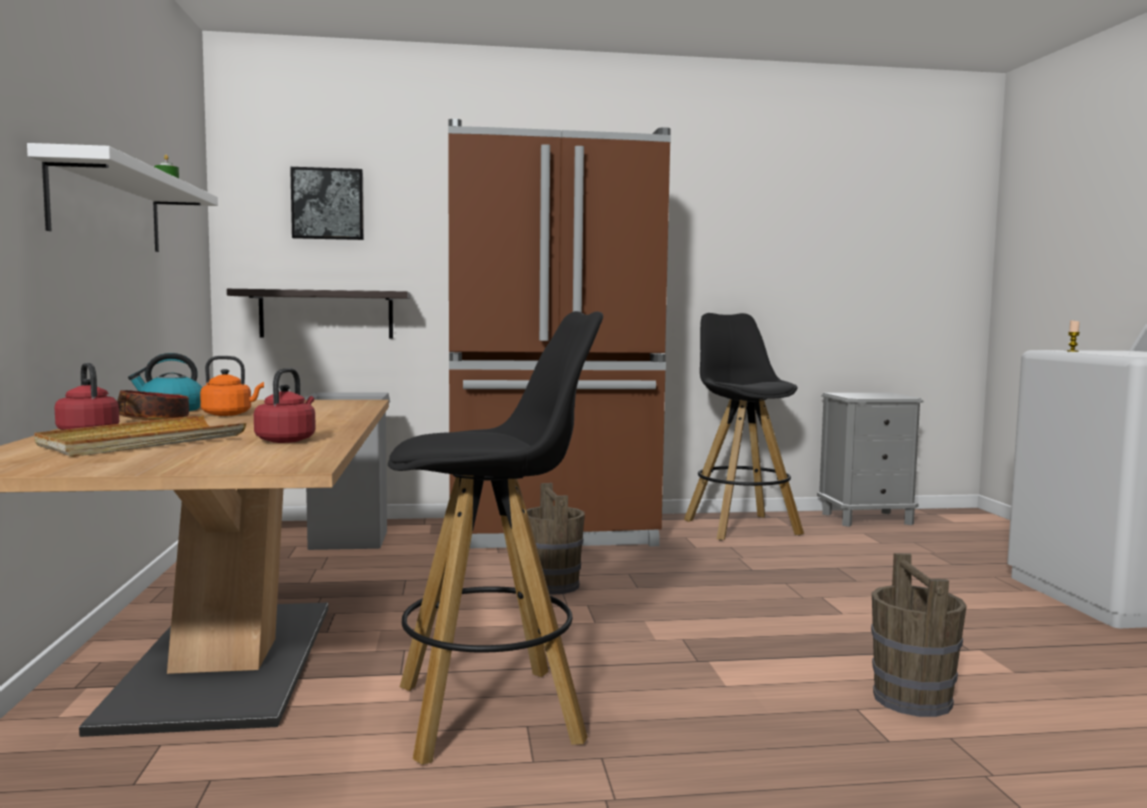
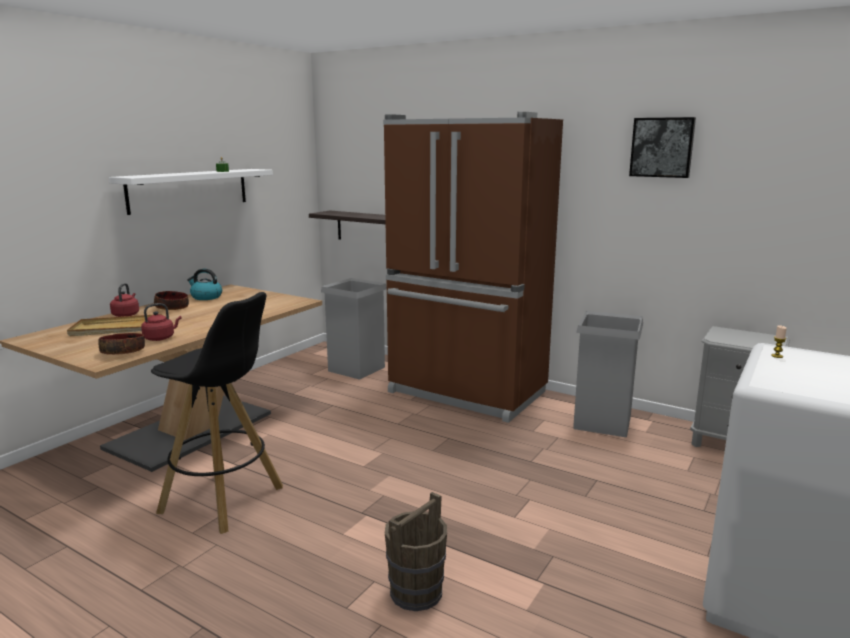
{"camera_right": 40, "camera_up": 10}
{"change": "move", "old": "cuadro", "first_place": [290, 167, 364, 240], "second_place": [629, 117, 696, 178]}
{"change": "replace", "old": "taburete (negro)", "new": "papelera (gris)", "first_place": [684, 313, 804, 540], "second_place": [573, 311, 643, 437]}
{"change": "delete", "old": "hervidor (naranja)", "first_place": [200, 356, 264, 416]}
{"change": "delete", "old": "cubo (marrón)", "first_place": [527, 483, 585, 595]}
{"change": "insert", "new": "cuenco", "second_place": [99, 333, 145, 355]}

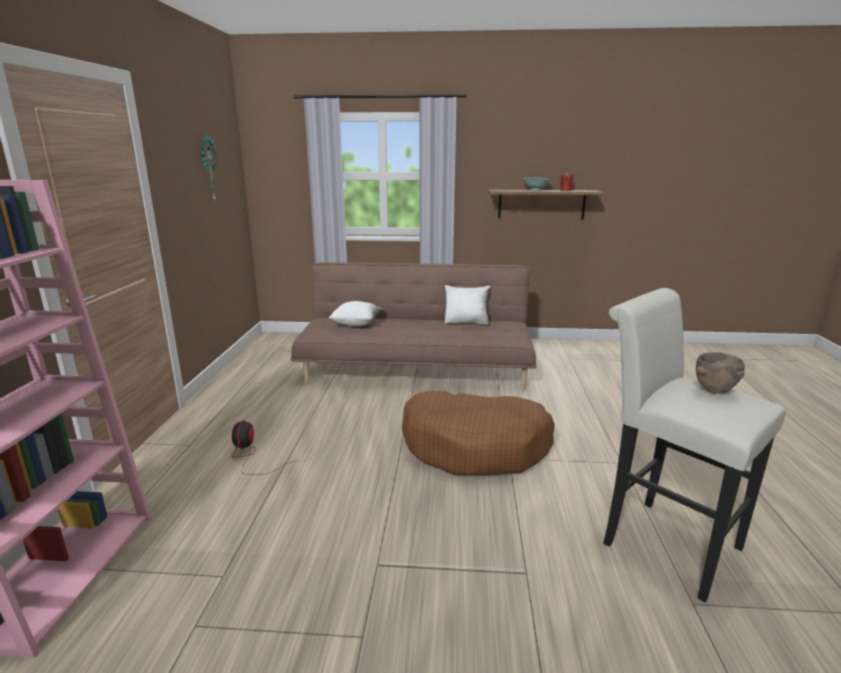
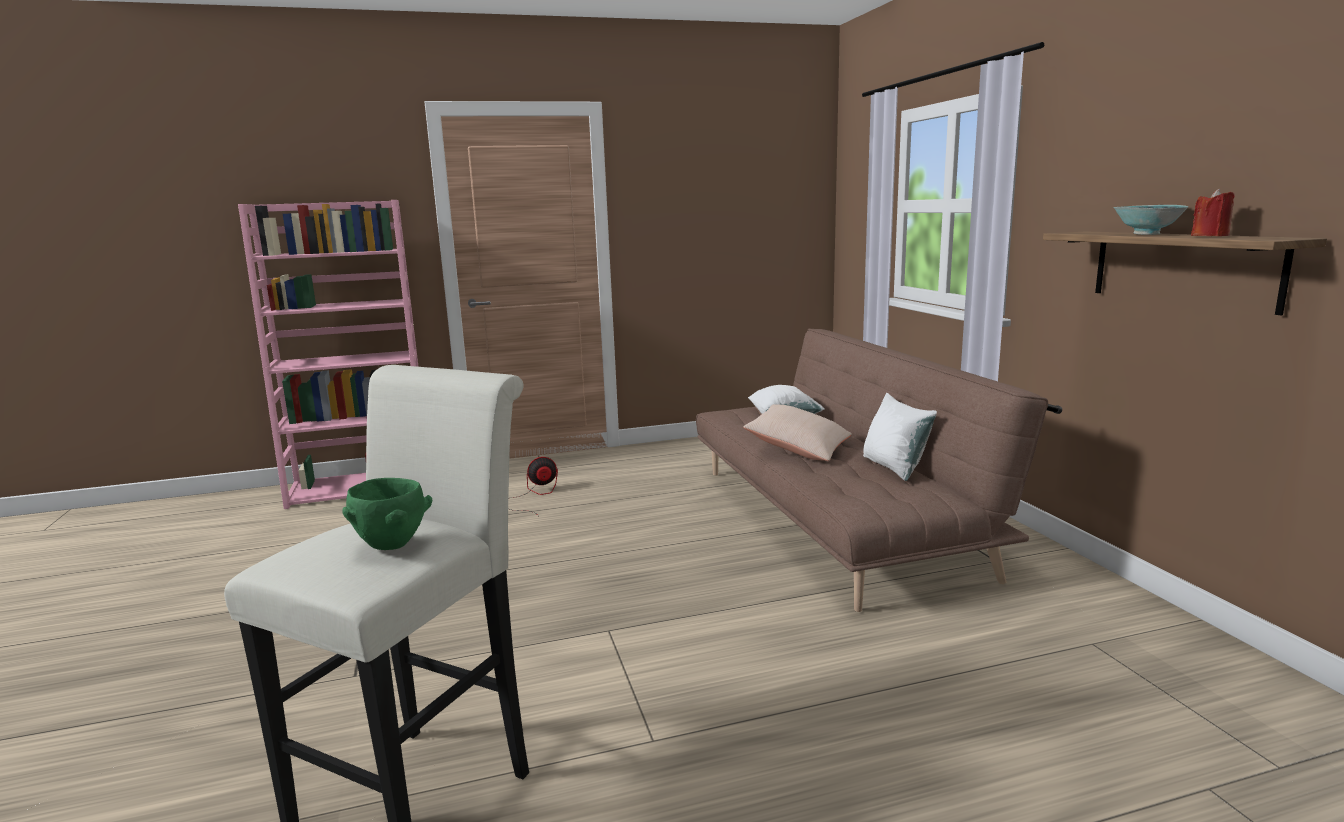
{"camera_right": 70, "camera_up": -5}
{"change": "delete", "old": "reloj de pared", "first_place": [200, 134, 217, 201]}
{"change": "recolor", "old": "cuenco (marrón)", "new": "cuenco (verde)", "first_place": [696, 352, 745, 394], "second_place": [342, 478, 432, 550]}
{"change": "delete", "old": "cama para perro (marrón)", "first_place": [402, 391, 555, 476]}
{"change": "insert", "new": "cojín (beis)", "second_place": [743, 404, 852, 461]}

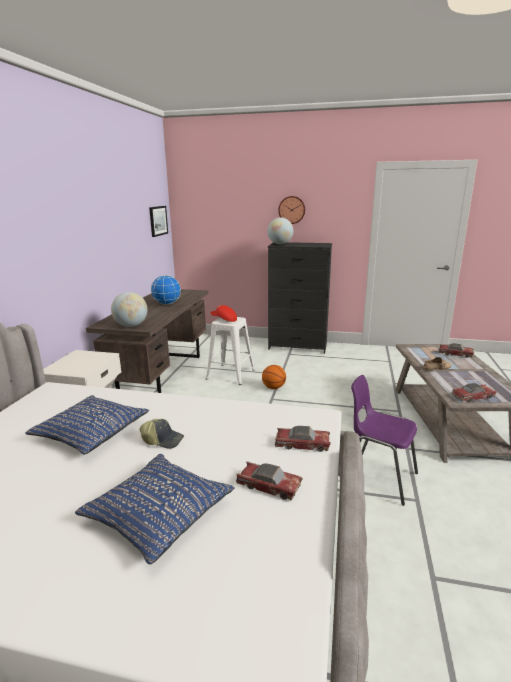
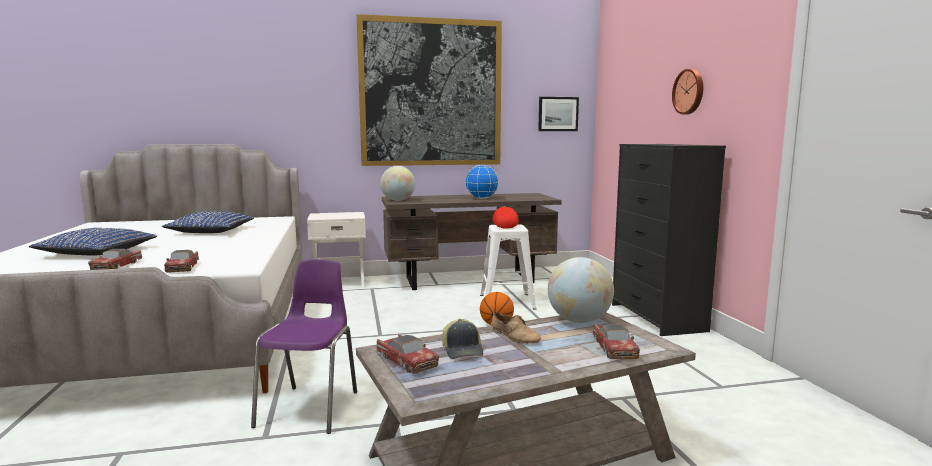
{"camera_right": 65, "camera_up": -10}
{"change": "move", "old": "globo terráqueo", "first_place": [267, 217, 293, 245], "second_place": [548, 257, 614, 323]}
{"change": "move", "old": "gorra", "first_place": [140, 419, 184, 449], "second_place": [442, 319, 483, 359]}
{"change": "insert", "new": "cuadro", "second_place": [357, 14, 502, 166]}

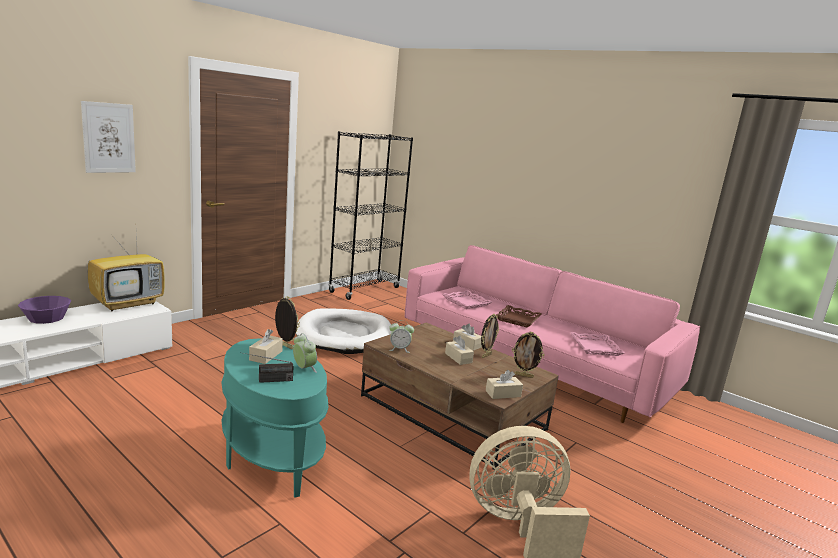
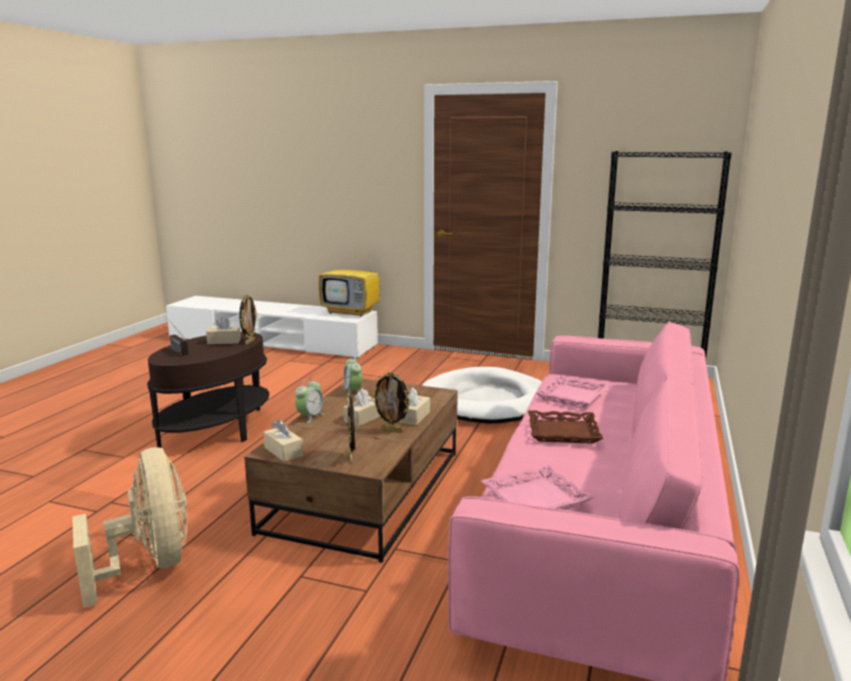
{"camera_right": 70, "camera_up": 0}
{"change": "delete", "old": "cuadro", "first_place": [81, 101, 136, 173]}
{"change": "delete", "old": "cuenco (morado)", "first_place": [18, 296, 71, 324]}
{"change": "move", "old": "despertador", "first_place": [293, 333, 317, 373], "second_place": [295, 378, 324, 423]}
{"change": "recolor", "old": "mesa auxiliar (turquesa)", "new": "mesa auxiliar (marrón)", "first_place": [222, 338, 328, 498], "second_place": [147, 331, 269, 448]}

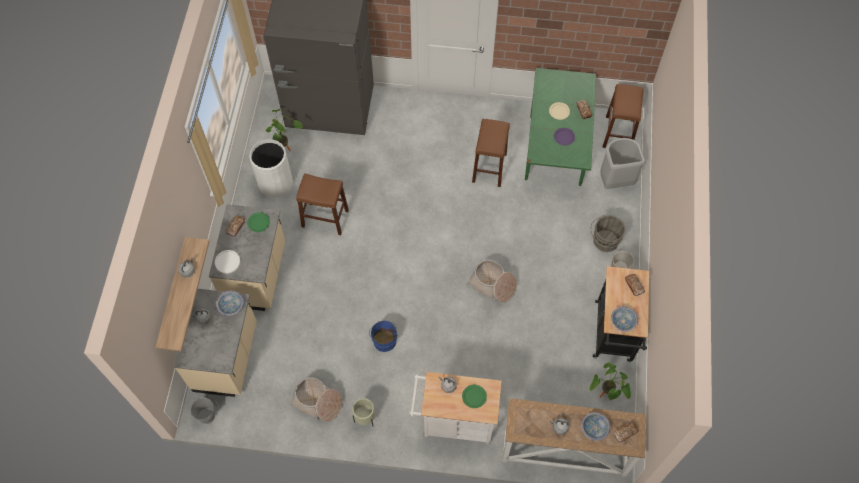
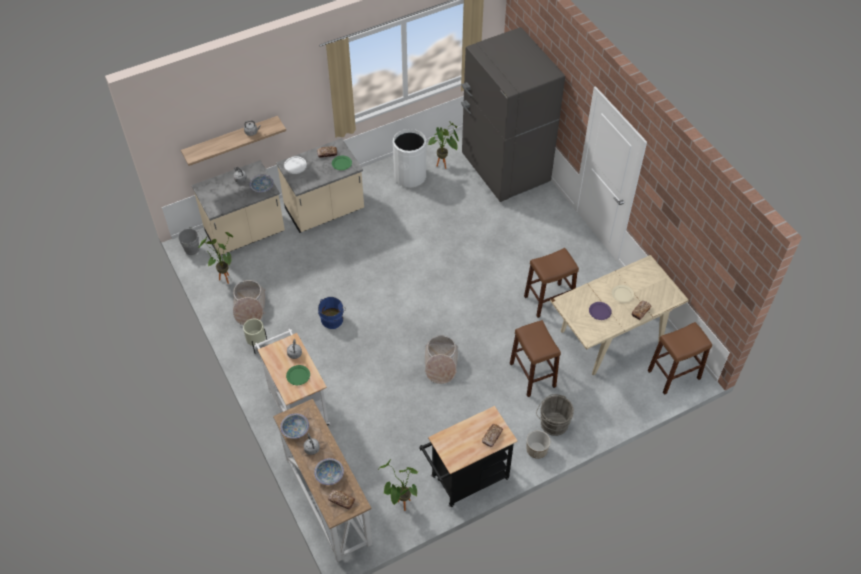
{"camera_right": 55, "camera_up": -10}
{"change": "recolor", "old": "mesa de comedor (verde)", "new": "mesa de comedor (beis)", "first_place": [525, 68, 596, 186], "second_place": [550, 255, 689, 375]}
{"change": "delete", "old": "papelera (gris)", "first_place": [600, 138, 645, 189]}
{"change": "move", "old": "taburete (marrón)", "first_place": [296, 173, 349, 235], "second_place": [510, 320, 561, 397]}
{"change": "move", "old": "cuenco", "first_place": [611, 306, 638, 332], "second_place": [280, 414, 309, 439]}
{"change": "insert", "new": "planta en maceta", "second_place": [198, 232, 233, 284]}

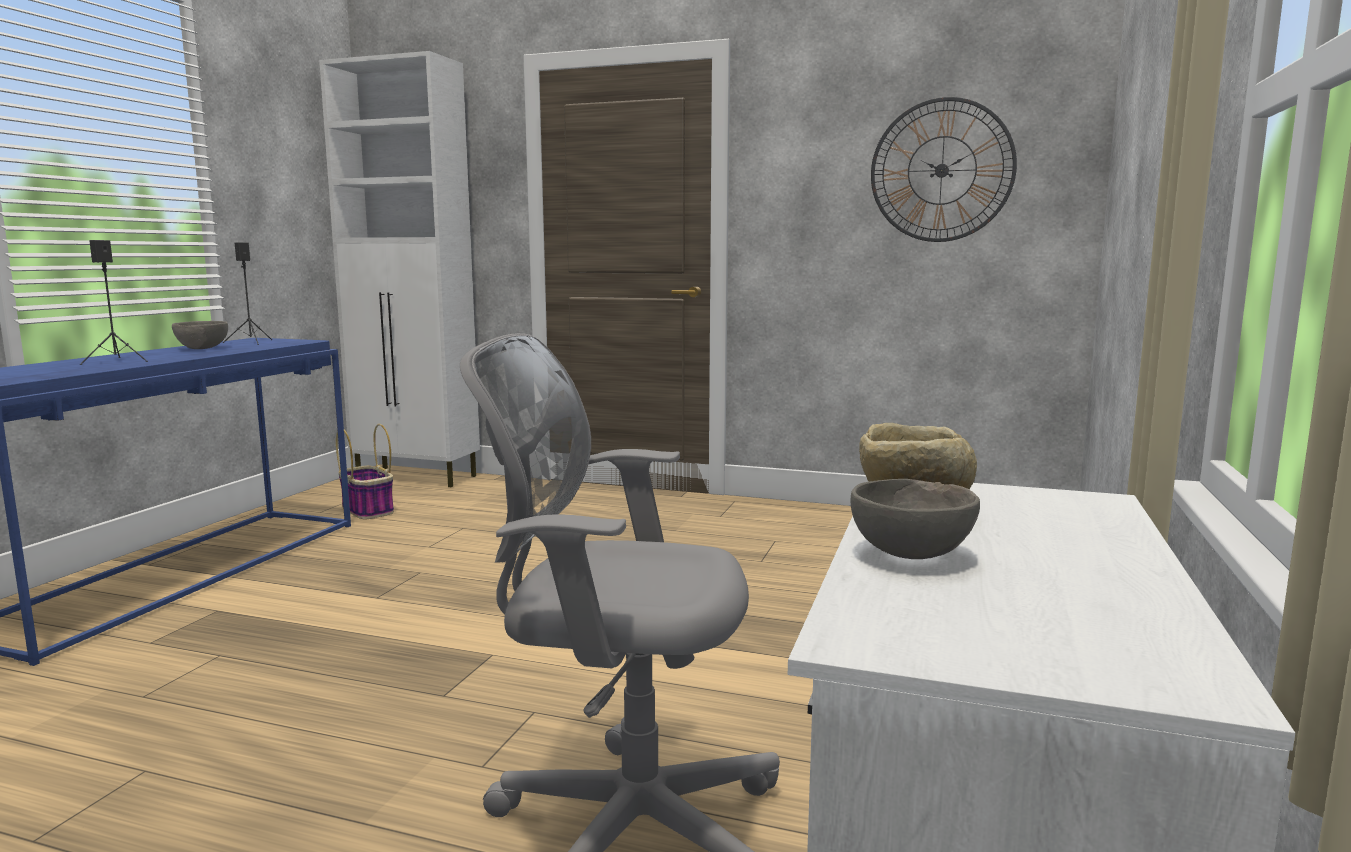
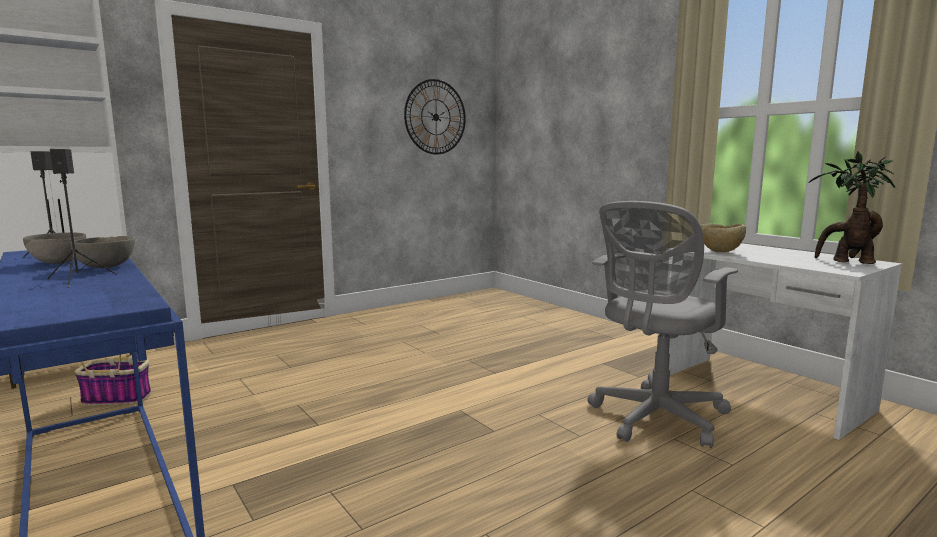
{"camera_right": -55, "camera_up": 0}
{"change": "move", "old": "cuenco (gris)", "first_place": [851, 479, 980, 559], "second_place": [70, 236, 135, 268]}
{"change": "insert", "new": "planta en maceta", "second_place": [808, 151, 895, 264]}

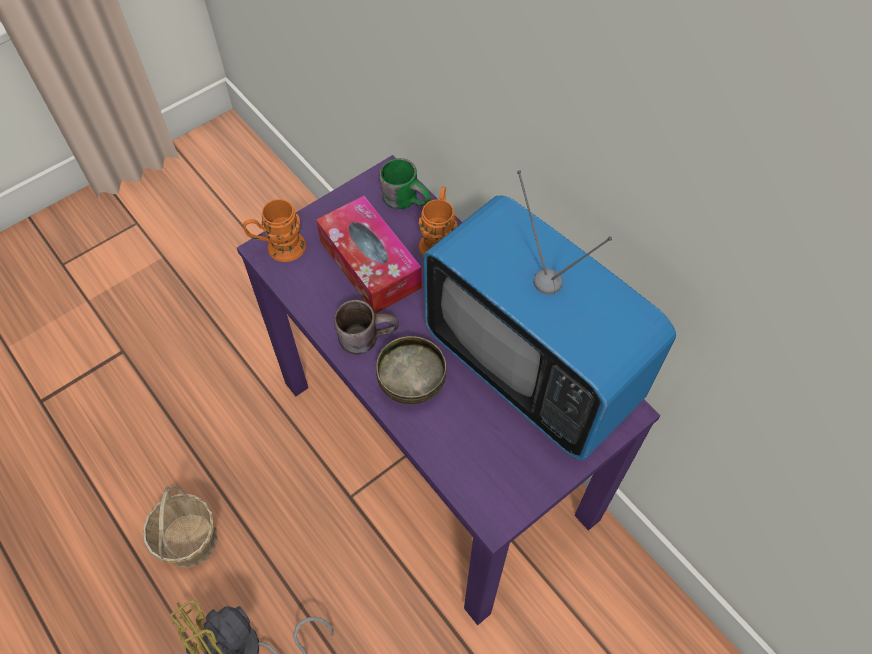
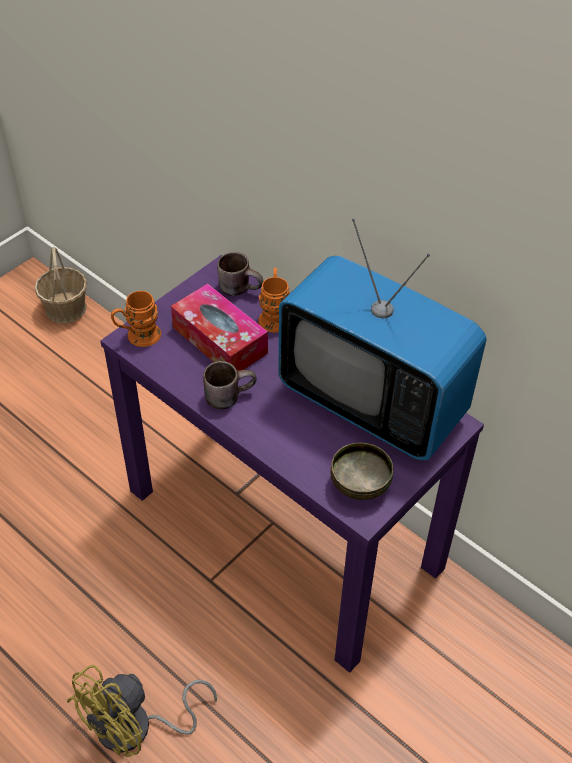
{"camera_right": -10, "camera_up": -10}
{"change": "recolor", "old": "taza grande (verde)", "new": "taza grande (marrón)", "first_place": [379, 158, 431, 209], "second_place": [217, 252, 264, 296]}
{"change": "move", "old": "cuenco", "first_place": [376, 336, 446, 404], "second_place": [331, 443, 393, 500]}
{"change": "move", "old": "cesta", "first_place": [143, 486, 218, 568], "second_place": [35, 247, 87, 323]}

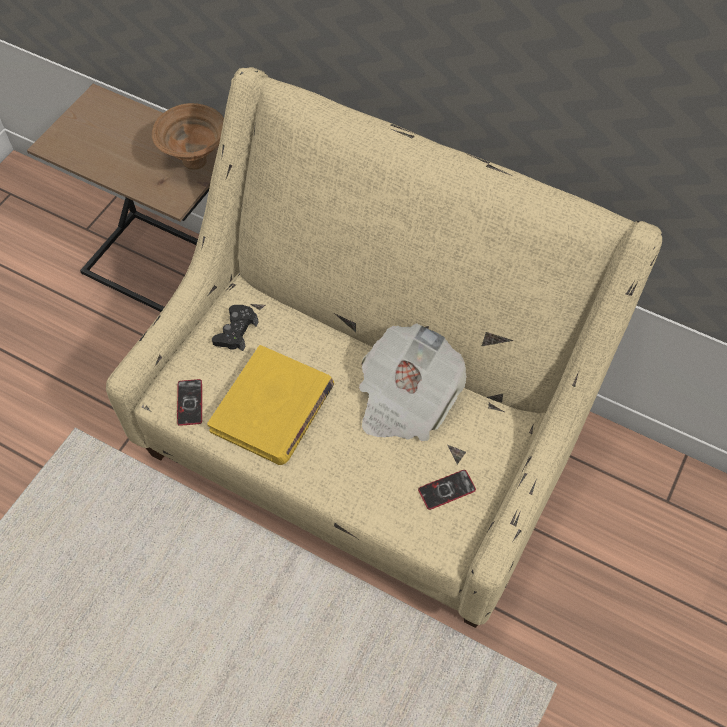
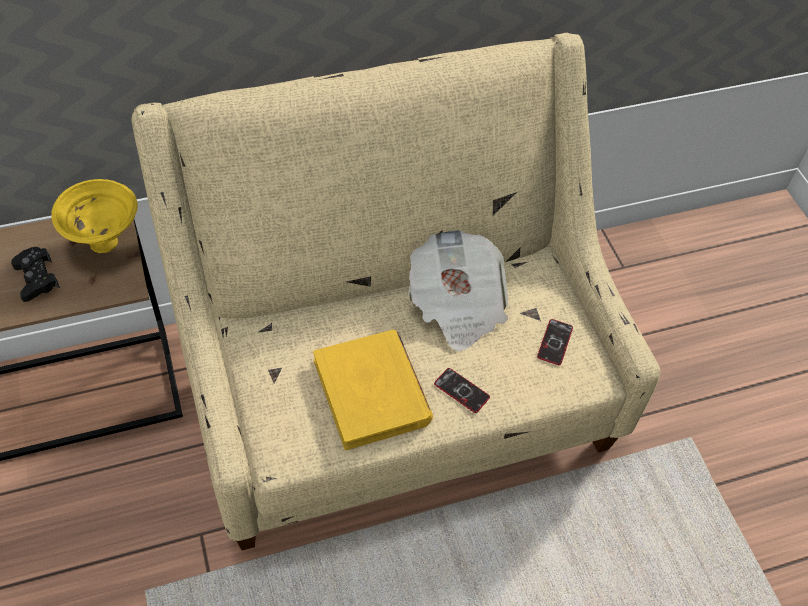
{"camera_right": -50, "camera_up": -5}
{"change": "recolor", "old": "cuenco (marrón)", "new": "cuenco (amarillo)", "first_place": [152, 103, 224, 170], "second_place": [51, 179, 138, 253]}
{"change": "move", "old": "mando de consola (negro)", "first_place": [212, 305, 259, 351], "second_place": [11, 247, 60, 302]}
{"change": "move", "old": "móvil", "first_place": [177, 379, 202, 426], "second_place": [434, 368, 490, 413]}

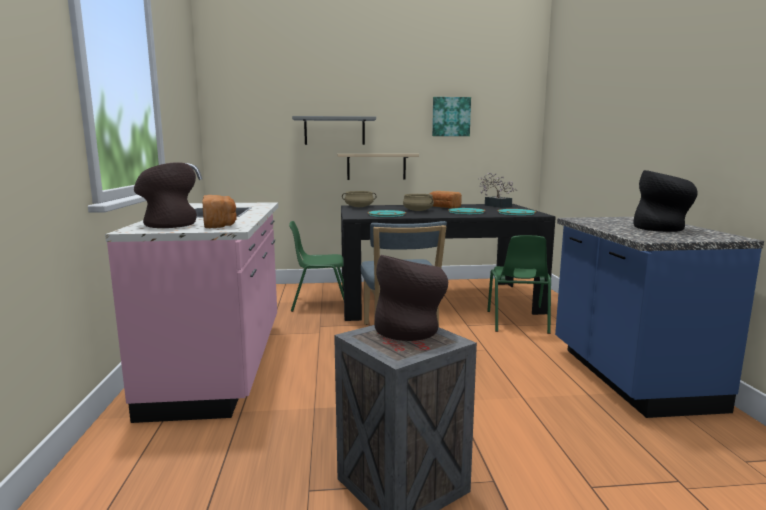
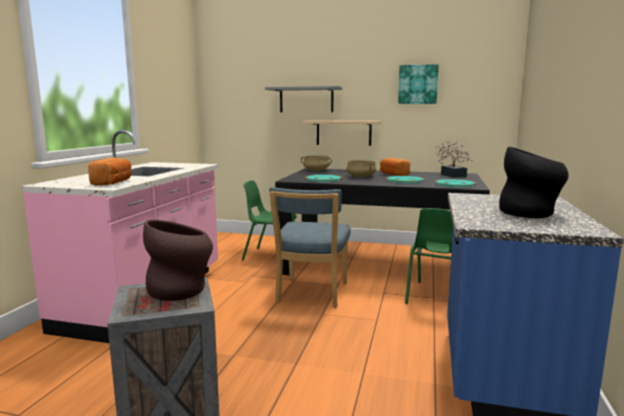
{"camera_right": 20, "camera_up": 0}
{"change": "delete", "old": "florero (marrón)", "first_place": [134, 162, 197, 228]}

